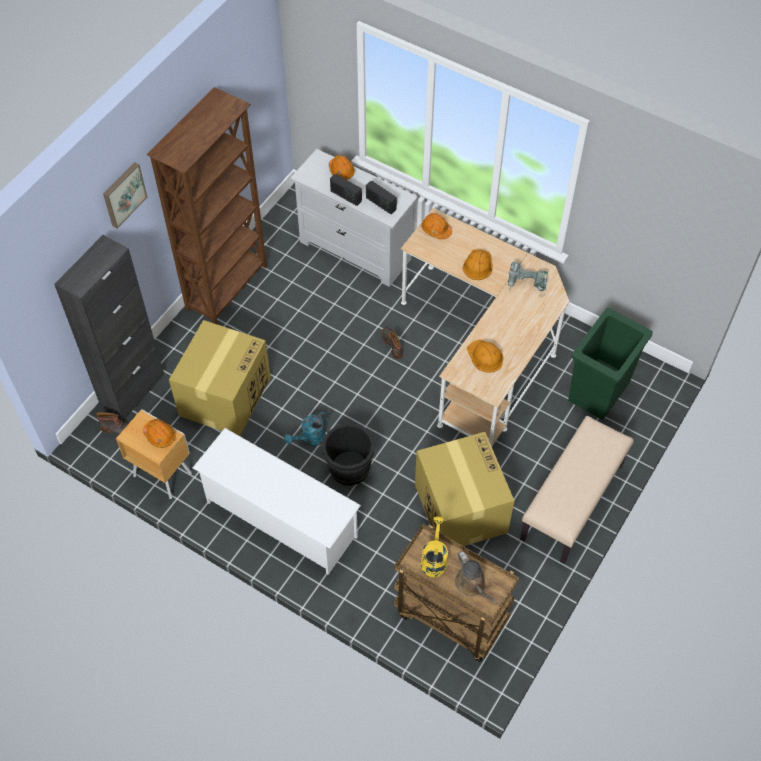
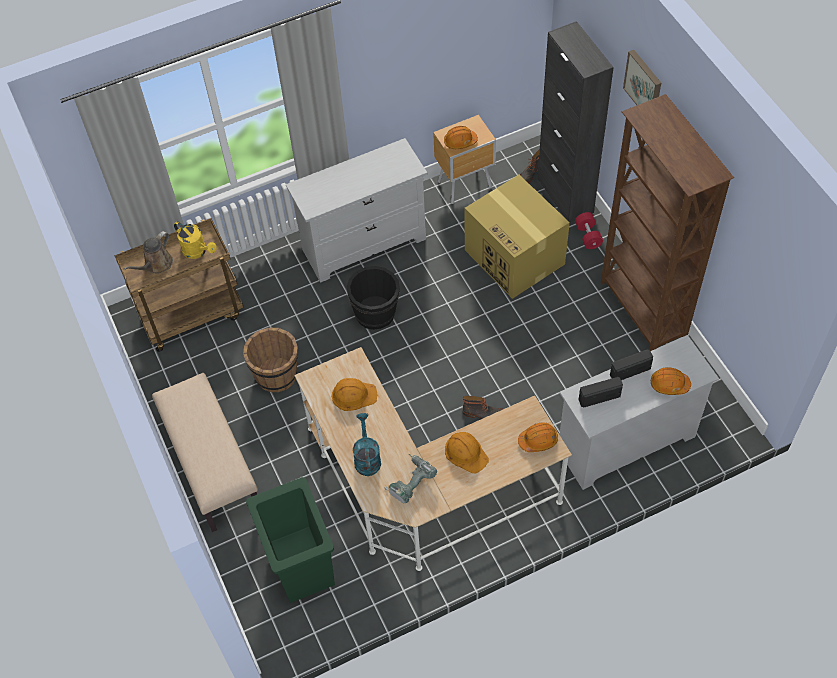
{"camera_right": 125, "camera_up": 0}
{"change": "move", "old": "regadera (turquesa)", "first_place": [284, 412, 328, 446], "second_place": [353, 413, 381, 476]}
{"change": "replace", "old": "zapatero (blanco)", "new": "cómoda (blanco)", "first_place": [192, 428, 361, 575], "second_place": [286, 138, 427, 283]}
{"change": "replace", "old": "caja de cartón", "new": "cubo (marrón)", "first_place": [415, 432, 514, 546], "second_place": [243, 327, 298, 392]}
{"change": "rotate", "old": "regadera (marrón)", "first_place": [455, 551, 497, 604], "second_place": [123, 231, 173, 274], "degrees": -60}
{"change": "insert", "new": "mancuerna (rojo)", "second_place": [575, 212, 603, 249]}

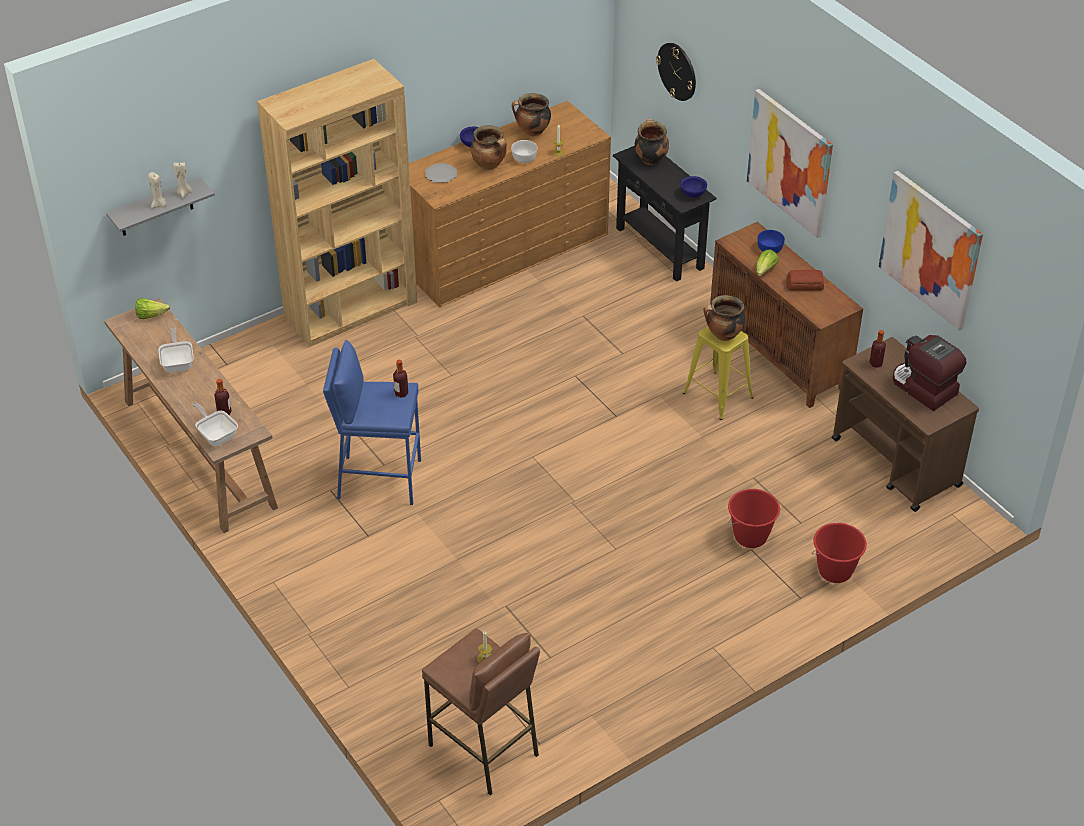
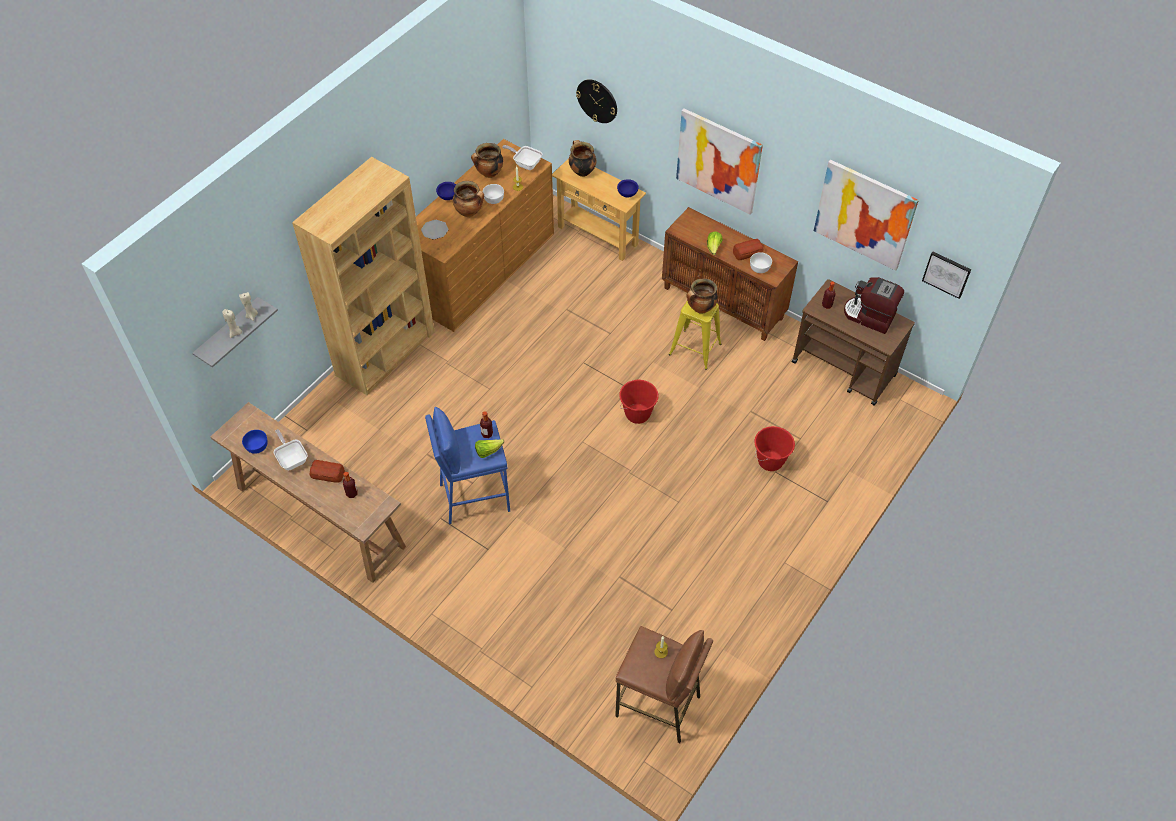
{"camera_right": -20, "camera_up": 10}
{"change": "recolor", "old": "mesa consola (negro)", "new": "mesa consola (beis)", "first_place": [613, 146, 717, 282], "second_place": [552, 158, 646, 261]}
{"change": "move", "old": "cuenco (azul)", "first_place": [757, 230, 785, 253], "second_place": [242, 430, 267, 454]}
{"change": "move", "old": "lechuga", "first_place": [135, 298, 170, 319], "second_place": [475, 439, 504, 458]}
{"change": "move", "old": "sartén", "first_place": [192, 403, 238, 446], "second_place": [502, 145, 542, 170]}
{"change": "move", "old": "cubo (rojo)", "first_place": [812, 523, 867, 583], "second_place": [619, 380, 659, 424]}
{"change": "insert", "new": "cuenco (blanco)", "second_place": [750, 252, 772, 273]}
{"change": "insert", "new": "cuadro", "second_place": [922, 252, 971, 299]}
{"change": "insert", "new": "pan", "second_place": [309, 460, 345, 483]}

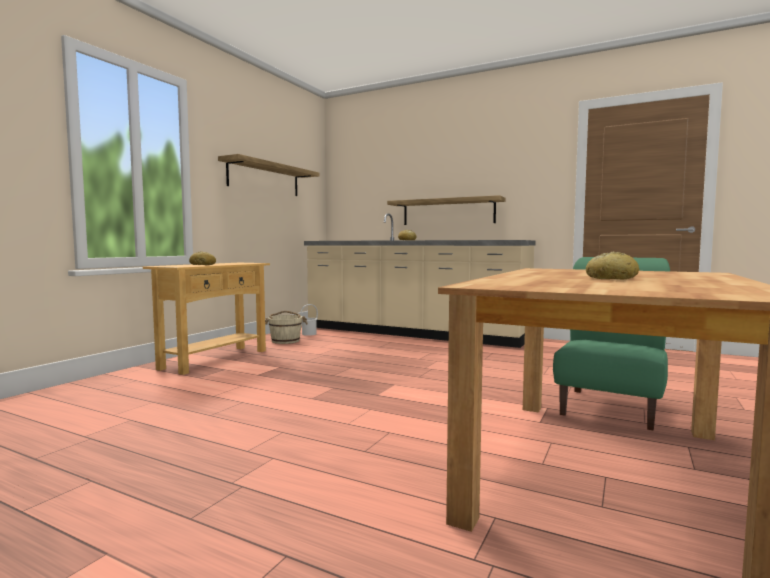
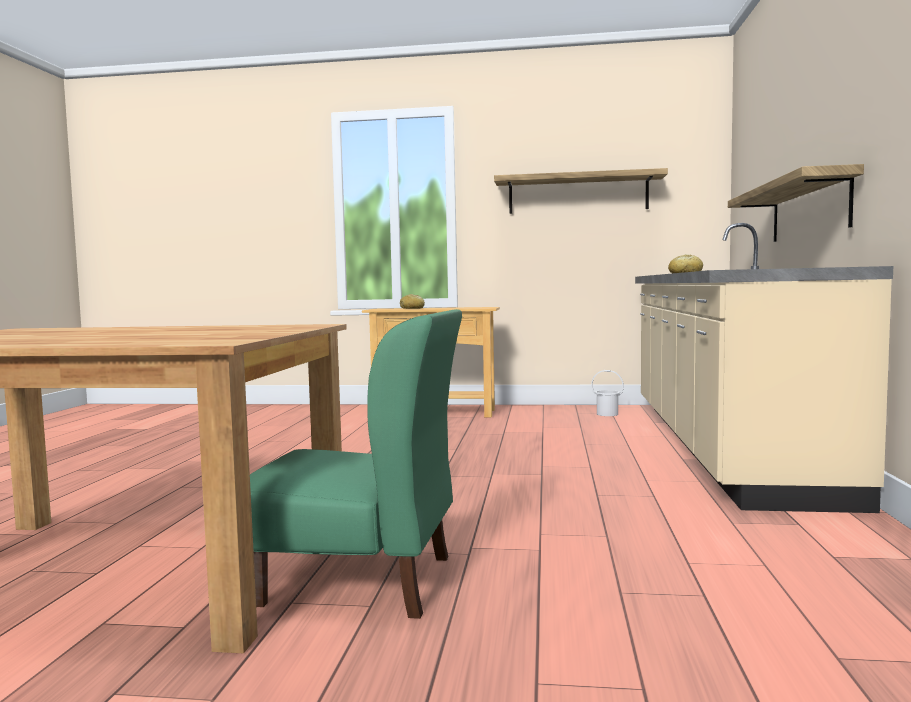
{"camera_right": 70, "camera_up": 0}
{"change": "delete", "old": "pan", "first_place": [586, 251, 640, 279]}
{"change": "delete", "old": "cubo (beis)", "first_place": [265, 311, 308, 344]}

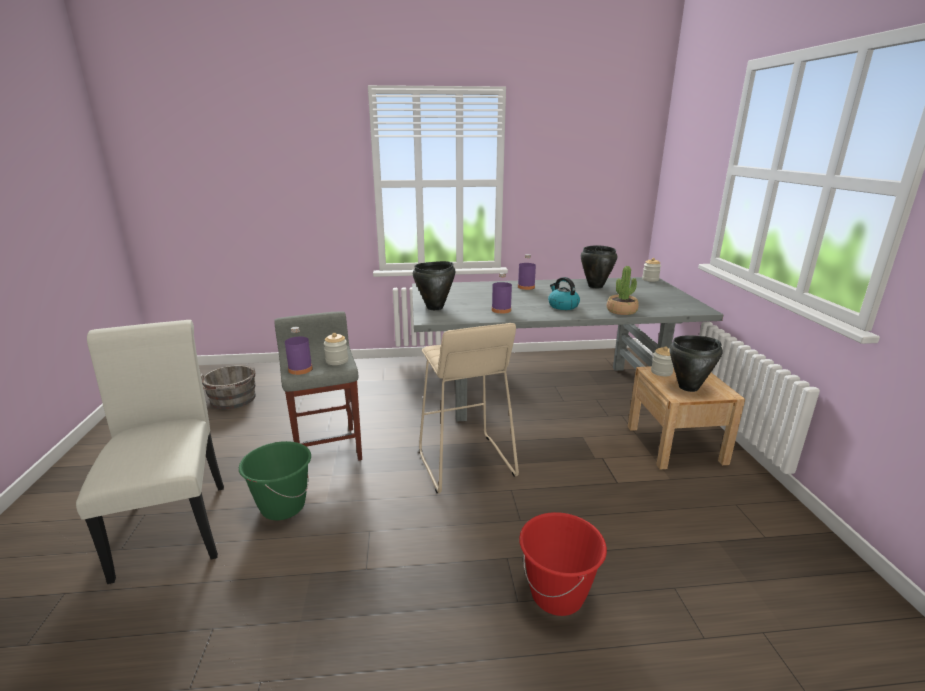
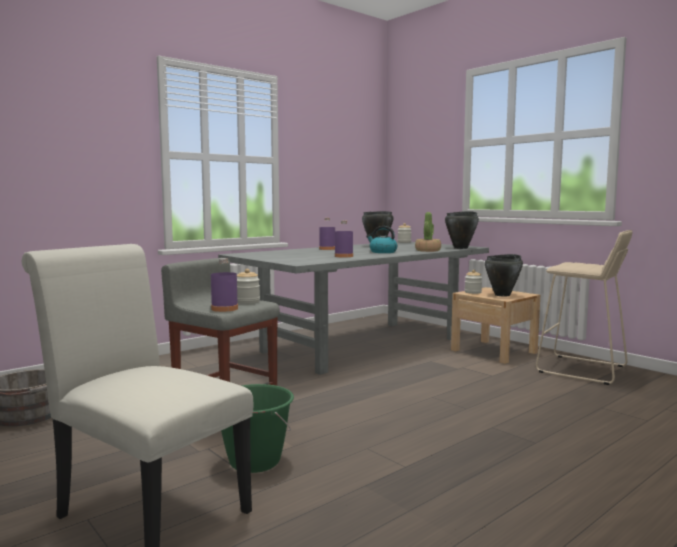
{"camera_right": -35, "camera_up": -15}
{"change": "move", "old": "olla (negro)", "first_place": [413, 261, 455, 310], "second_place": [445, 211, 479, 249]}
{"change": "move", "old": "taburete (beis)", "first_place": [419, 323, 519, 493], "second_place": [536, 230, 632, 385]}
{"change": "delete", "old": "cubo (rojo)", "first_place": [519, 512, 607, 616]}

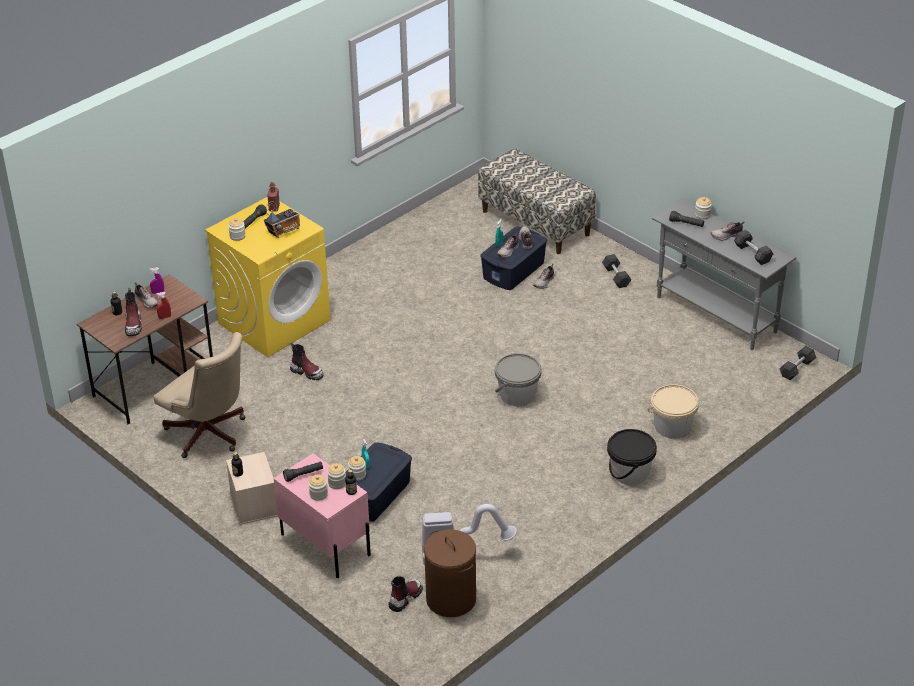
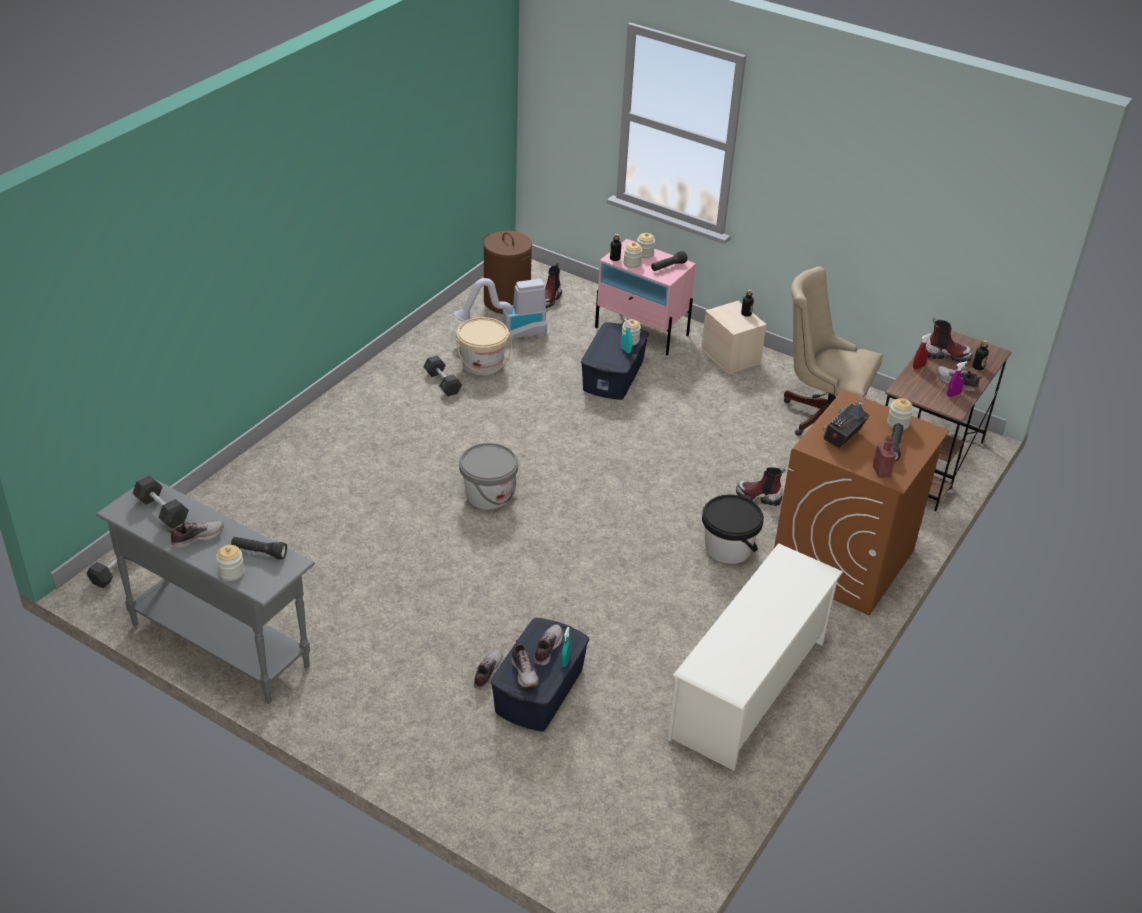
{"camera_right": 165, "camera_up": 0}
{"change": "delete", "old": "banco", "first_place": [478, 149, 596, 254]}
{"change": "recolor", "old": "lavadora (amarillo)", "new": "lavadora (marrón)", "first_place": [205, 197, 331, 357], "second_place": [774, 390, 950, 616]}
{"change": "move", "old": "mancuerna (gris)", "first_place": [602, 254, 631, 288], "second_place": [423, 355, 462, 396]}
{"change": "rotate", "old": "bota", "first_place": [125, 288, 142, 336], "second_place": [925, 318, 972, 362], "degrees": 120}
{"change": "move", "old": "cubo (beis)", "first_place": [647, 384, 699, 439], "second_place": [456, 317, 512, 376]}
{"change": "move", "old": "cubo (negro)", "first_place": [607, 429, 657, 485], "second_place": [702, 495, 764, 564]}
{"change": "insert", "new": "zapatero (blanco)", "second_place": [668, 543, 843, 771]}

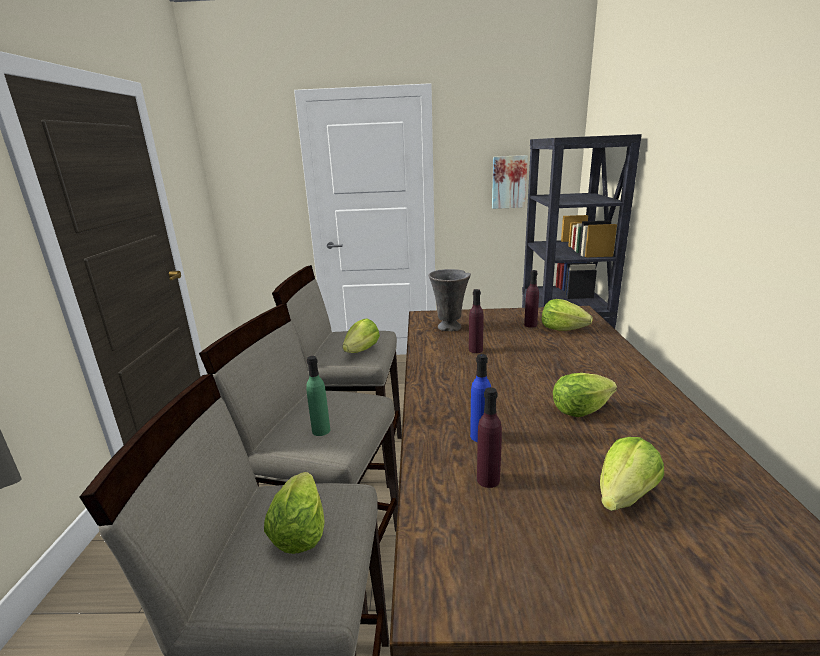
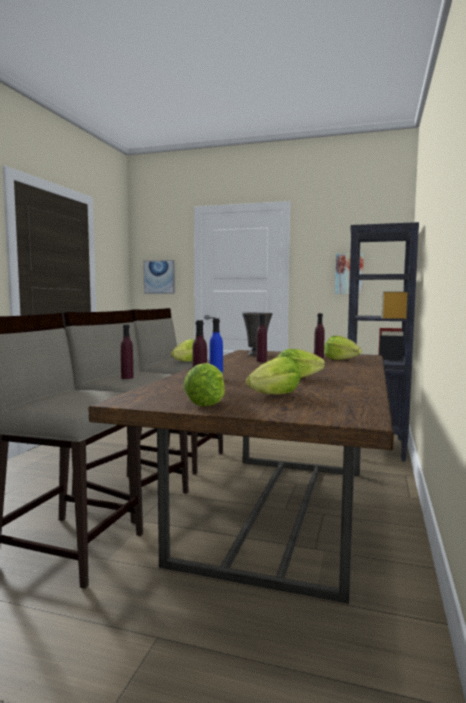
{"camera_right": 15, "camera_up": -15}
{"change": "recolor", "old": "botella (verde)", "new": "botella (morado)", "first_place": [306, 356, 330, 436], "second_place": [121, 324, 133, 379]}
{"change": "move", "old": "lechuga", "first_place": [264, 472, 325, 554], "second_place": [183, 363, 225, 406]}
{"change": "insert", "new": "cuadro", "second_place": [143, 260, 175, 294]}

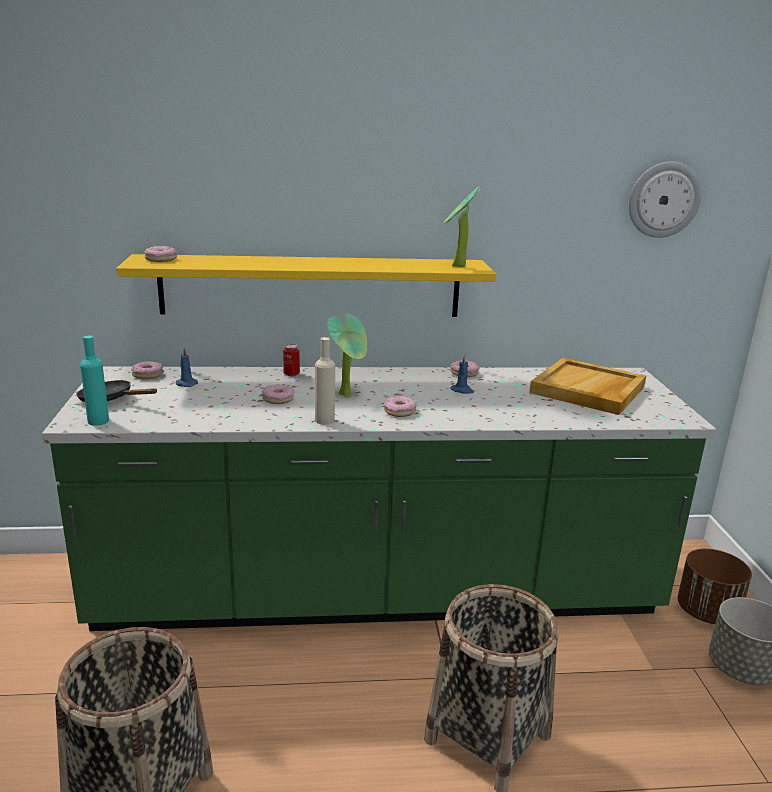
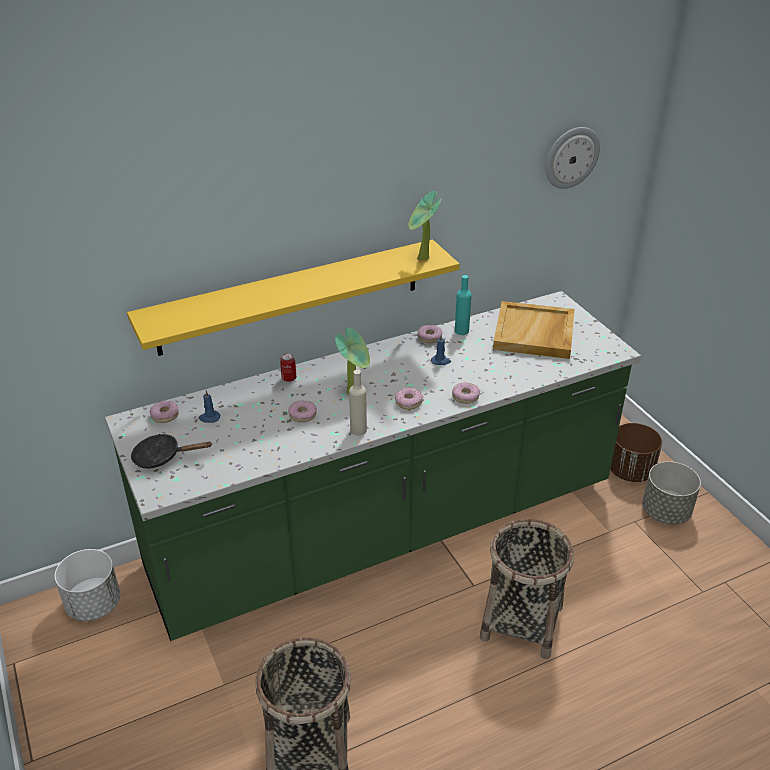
{"camera_right": -20, "camera_up": 15}
{"change": "move", "old": "rosquilla", "first_place": [144, 246, 177, 262], "second_place": [452, 382, 480, 404]}
{"change": "move", "old": "botella (turquesa)", "first_place": [80, 336, 109, 426], "second_place": [455, 275, 472, 335]}
{"change": "insert", "new": "maceta (blanco)", "second_place": [55, 549, 120, 621]}

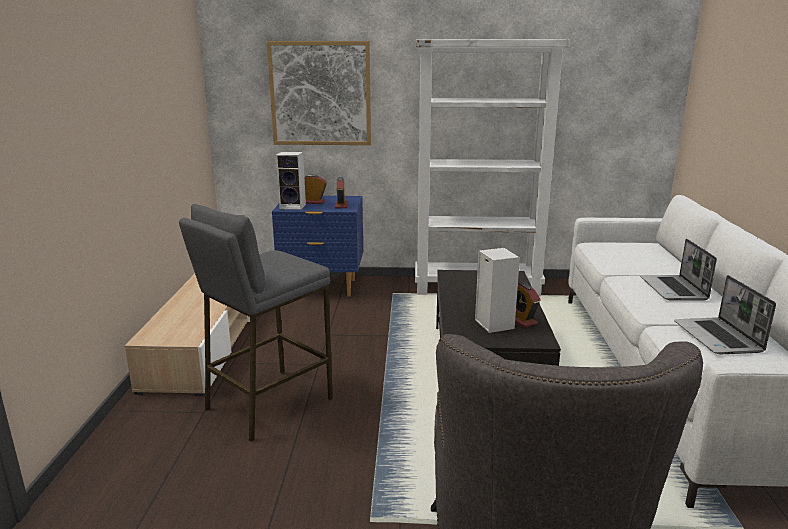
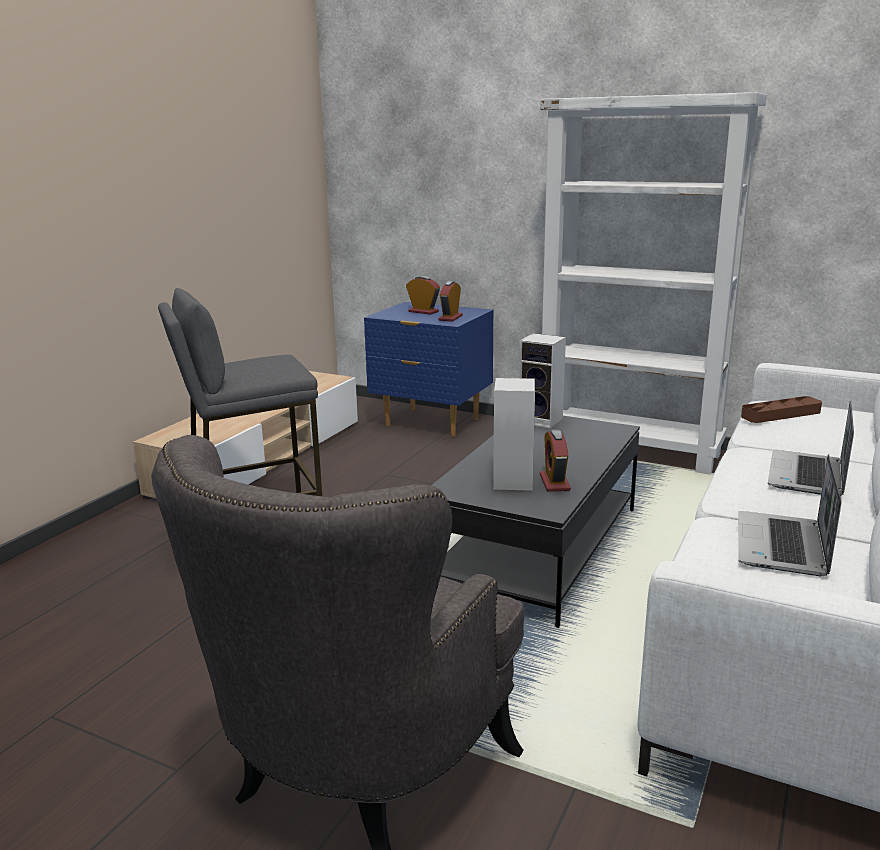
{"camera_right": 25, "camera_up": 0}
{"change": "delete", "old": "cuadro", "first_place": [267, 41, 371, 145]}
{"change": "move", "old": "altavoz", "first_place": [276, 151, 306, 210], "second_place": [519, 333, 566, 429]}
{"change": "insert", "new": "bandeja (marrón)", "second_place": [741, 396, 822, 423]}

